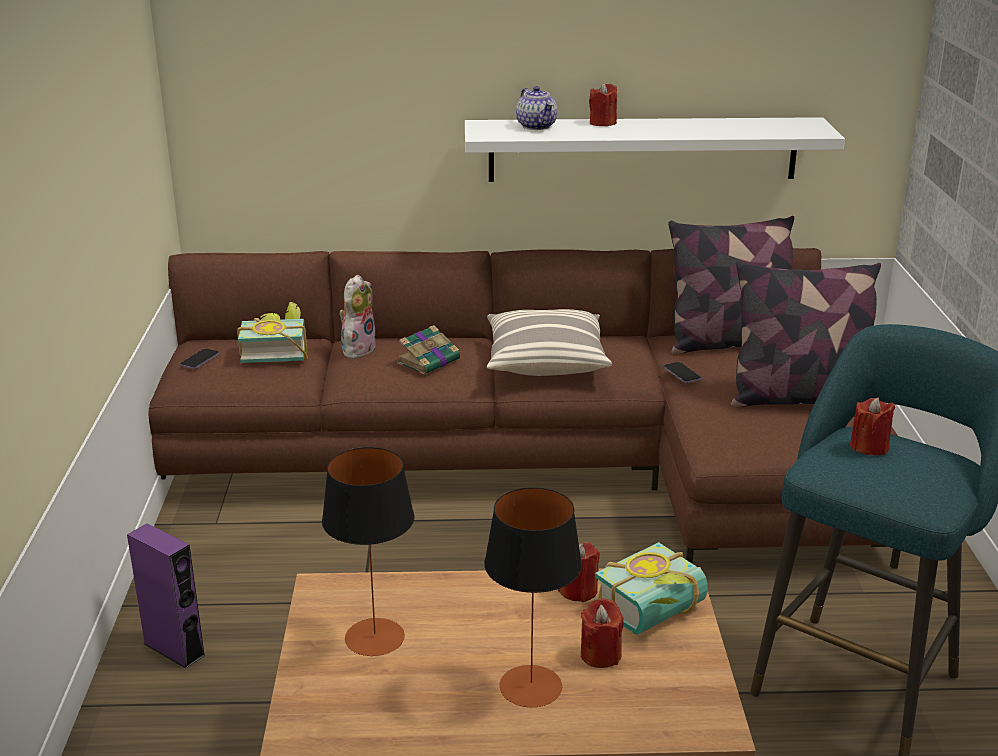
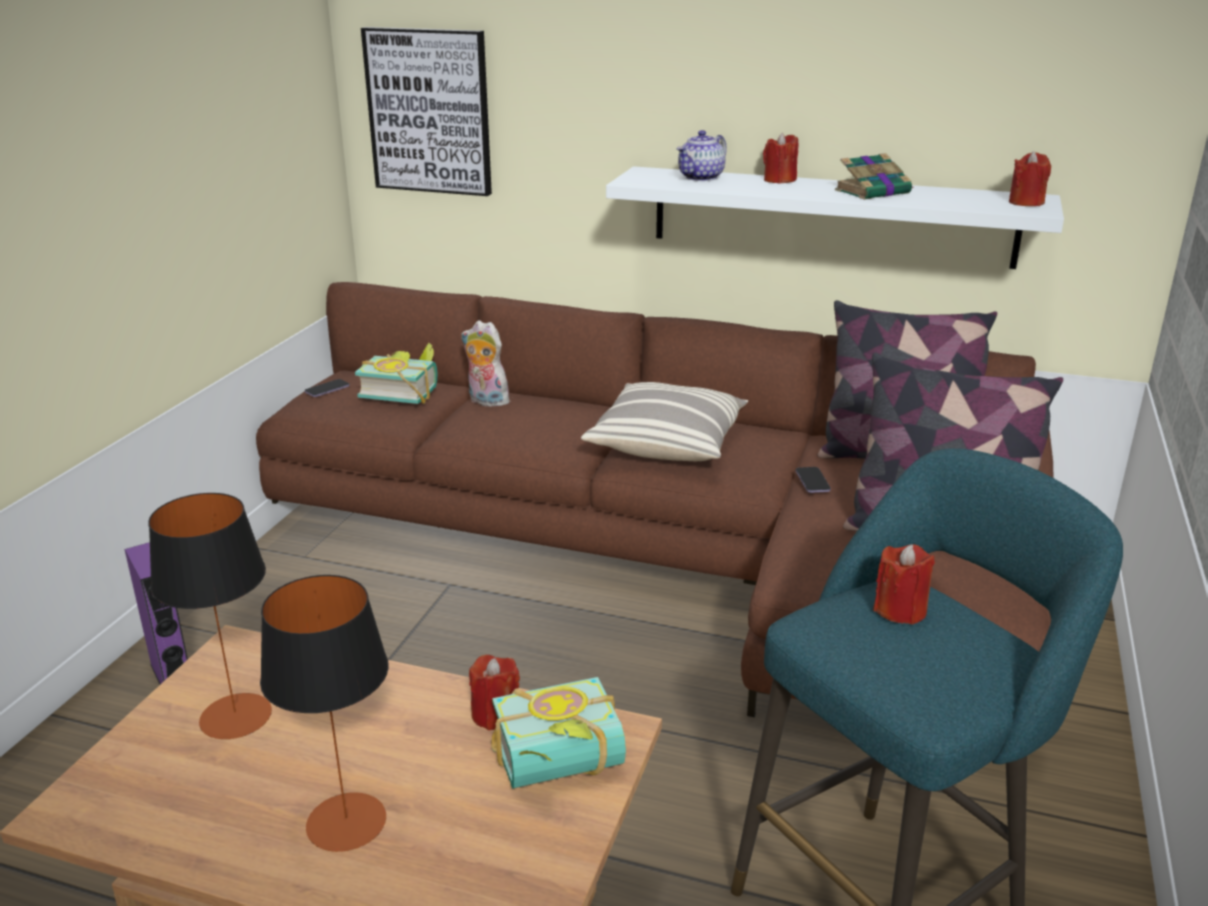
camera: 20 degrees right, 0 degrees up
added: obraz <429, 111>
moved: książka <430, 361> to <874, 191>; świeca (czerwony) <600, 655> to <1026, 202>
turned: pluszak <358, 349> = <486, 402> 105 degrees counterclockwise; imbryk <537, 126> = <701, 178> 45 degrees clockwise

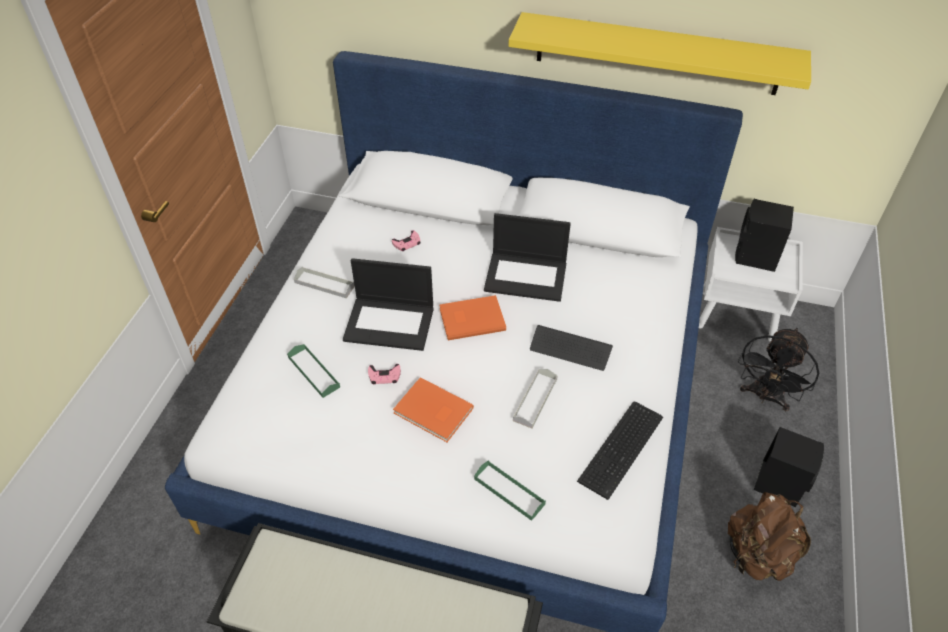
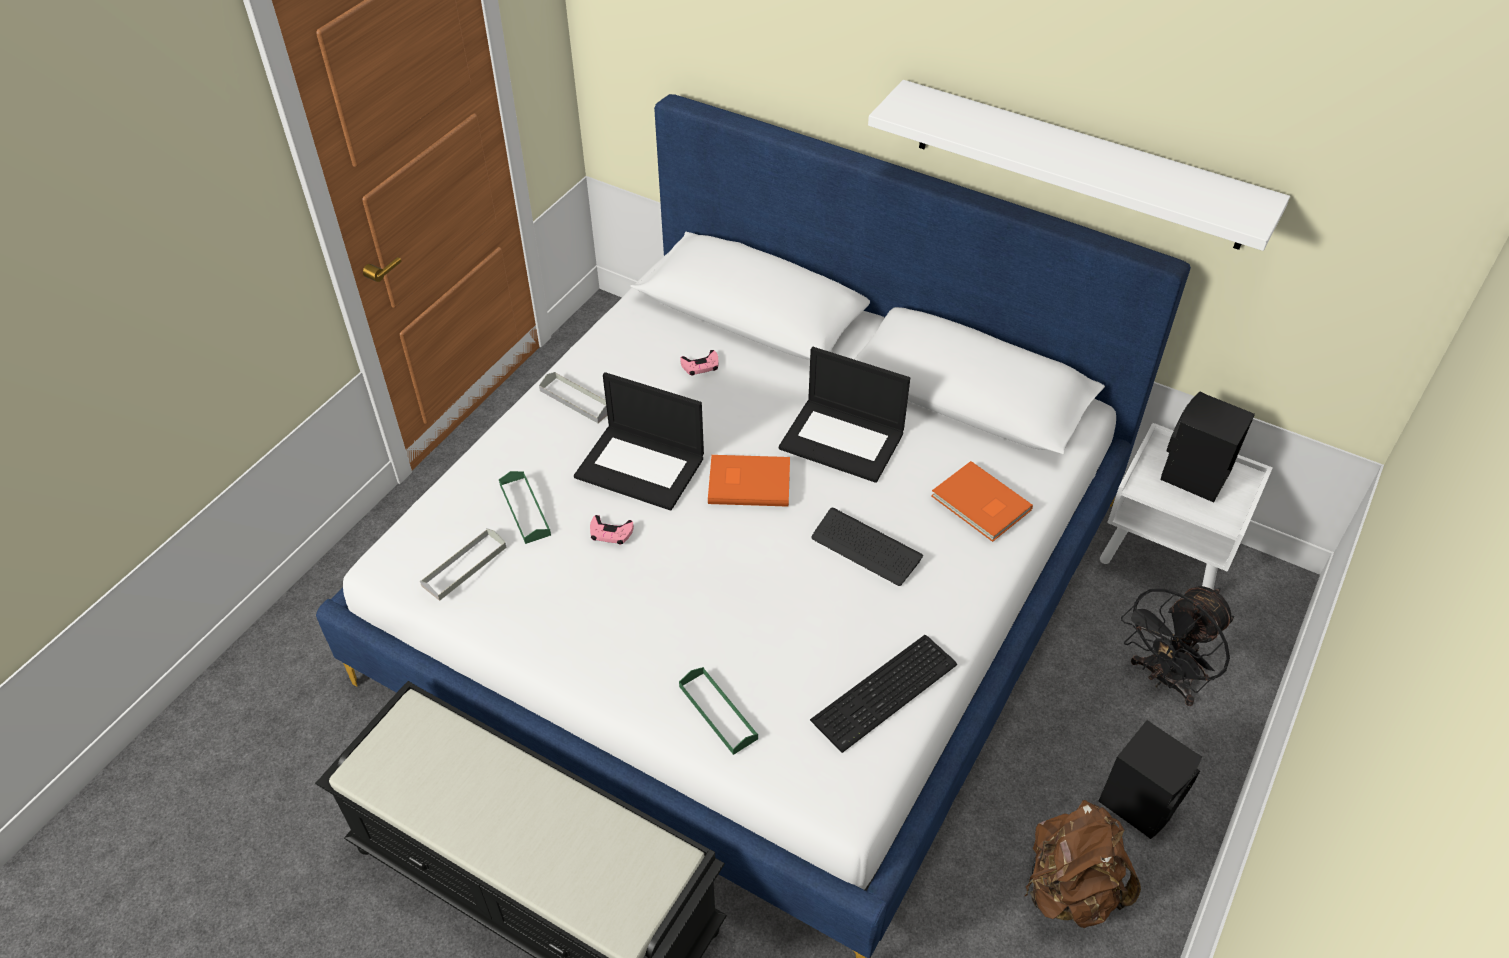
camera: 15 degrees right, 0 degrees up
moved: taca (szary) <535, 399> to <464, 566>; książka (pomarańczowy) <433, 412> to <980, 505>
recoloured: półka (żółty) <657, 54> to półka (biały) <1079, 165>

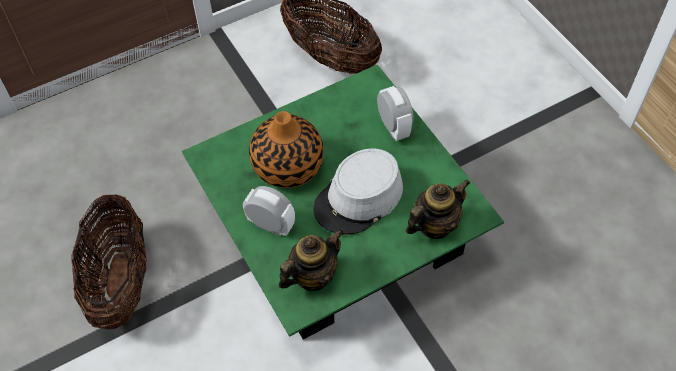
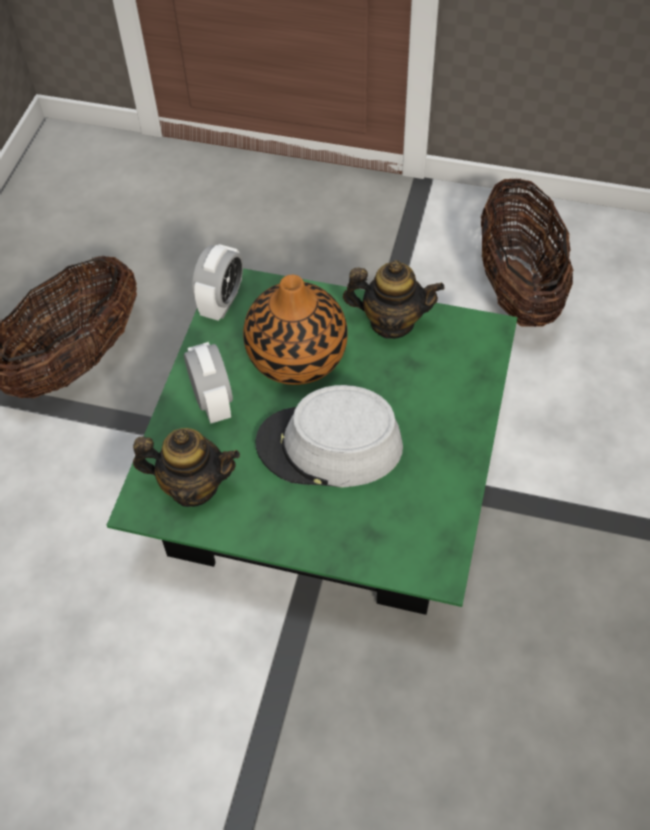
camera: 45 degrees right, 0 degrees up
moved: budzik <393, 127> to <222, 302>; imbryk <434, 225> to <391, 322>

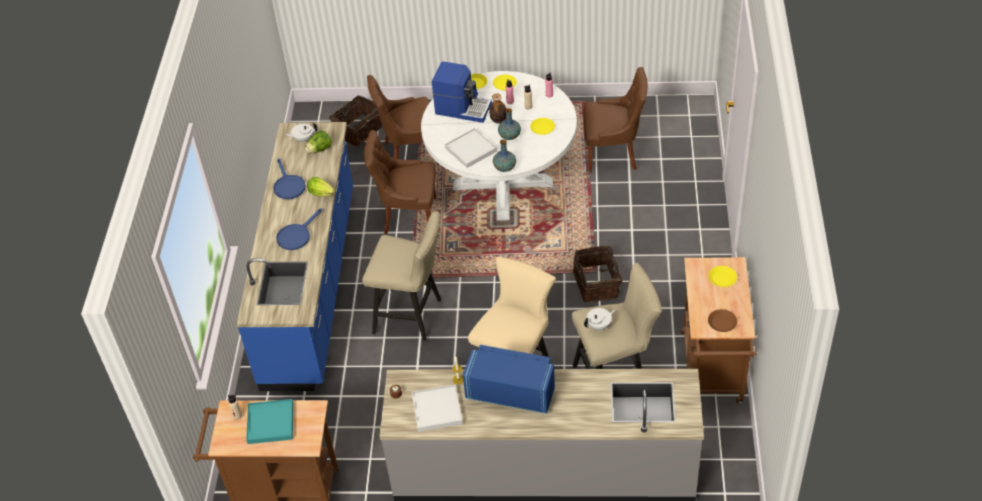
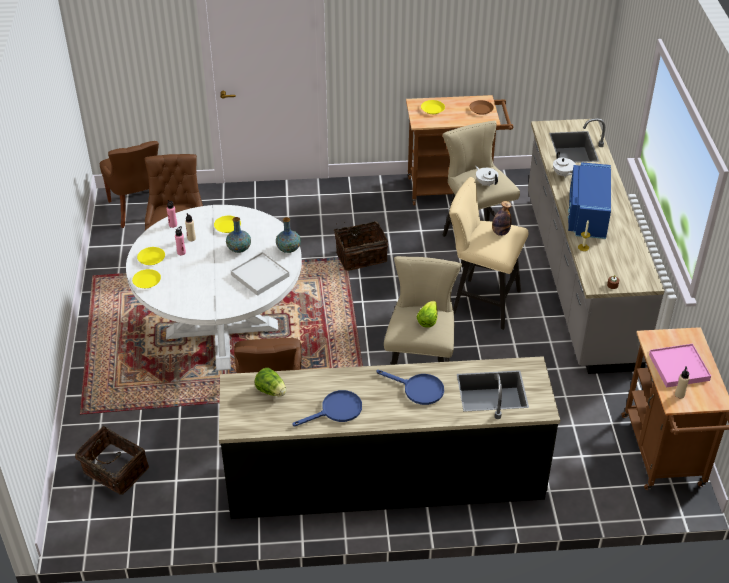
camera: 100 degrees left, 5 degrees down
removed: taca (biały) <437, 409>; ekspres do kawy <463, 108>
moved: krzesło (brązowy) <410, 153> to <139, 209>; sałata <321, 193> to <427, 321>; butelka <498, 120> to <500, 232>; imbryk (biały) <303, 139> to <562, 174>
recoloured: zabudowa kuchenna (niebieski) <311, 285> to zabudowa kuchenna (czarny) <385, 477>; taca (turkusowy) <270, 423> to taca (różowy) <679, 367>

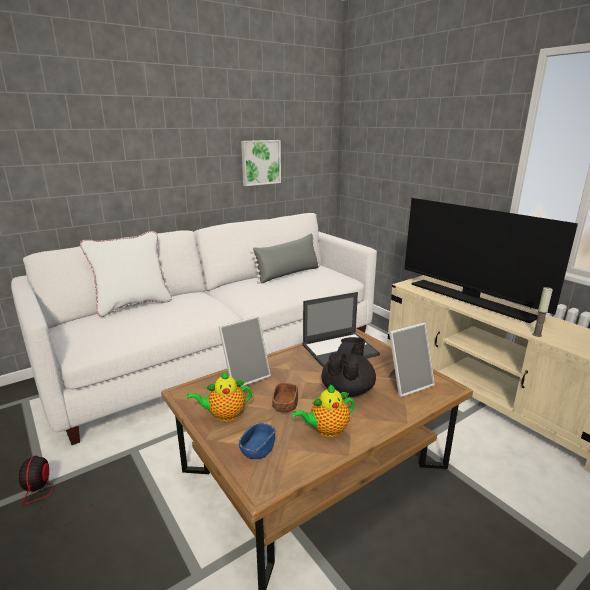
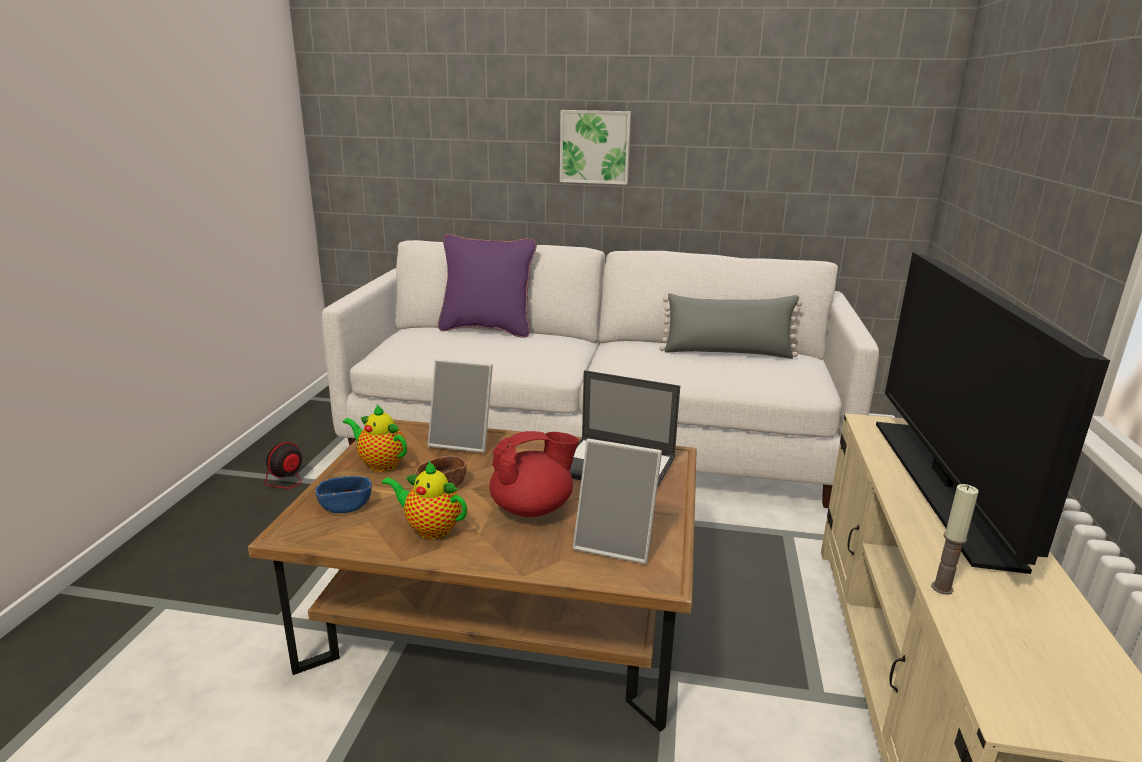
camera: 45 degrees right, 0 degrees up
moved: obraz <260, 162> to <595, 147>
recoloured: poduszka (biały) <133, 305> to poduszka (fioletowy) <487, 329>; imbryk (czarny) <347, 390> to imbryk (czerwony) <533, 508>

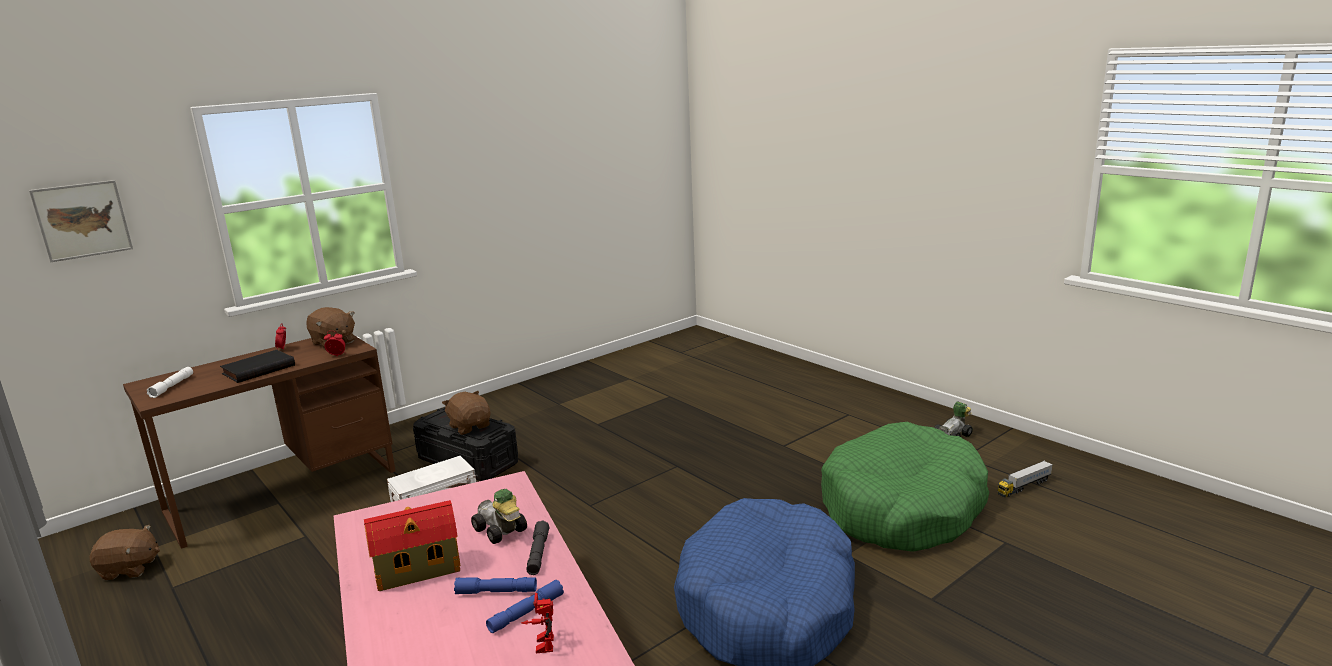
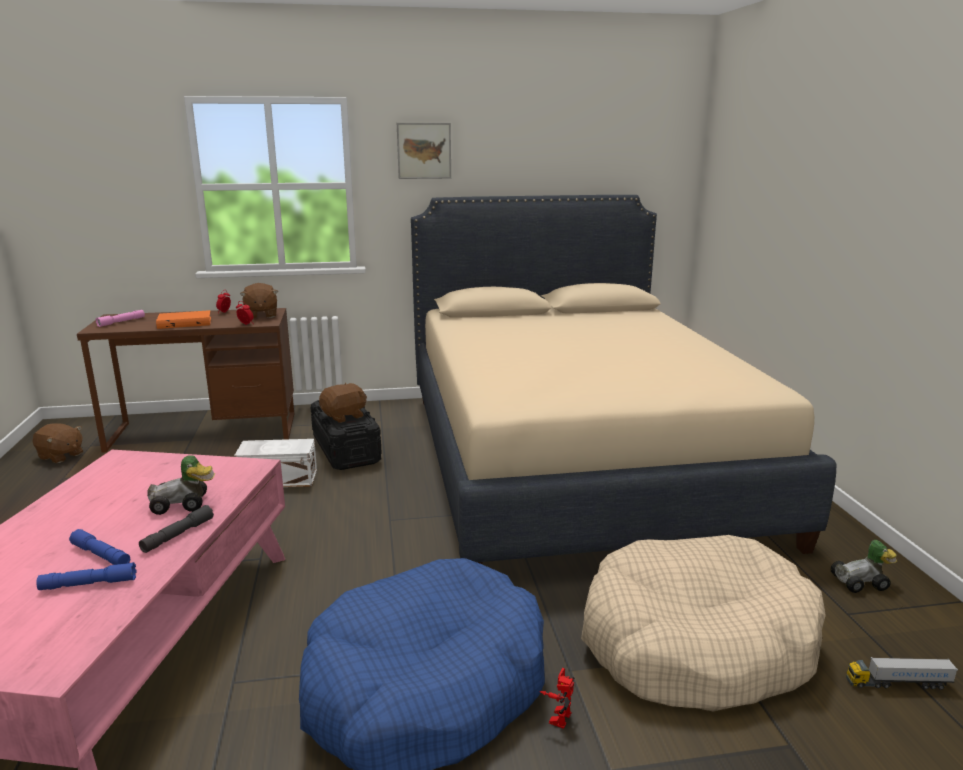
camera: 30 degrees right, 0 degrees up
removed: domek <416, 571>
added: łóżko (beżowy) <575, 460>
moved: obraz <82, 220> to <424, 151>; robot zabawkowy <541, 643> to <557, 715>
recoloured: latarka (biały) <172, 386> to latarka (różowy) <121, 322>; książka (czarny) <258, 369> to książka (pomarańczowy) <185, 322>; legowisko (zielony) <901, 508> to legowisko (beżowy) <696, 643>
turned: samochodzik <500, 532> = <183, 505> 90 degrees counterclockwise; pluszak (brązowy) <470, 426> = <344, 416> 60 degrees clockwise

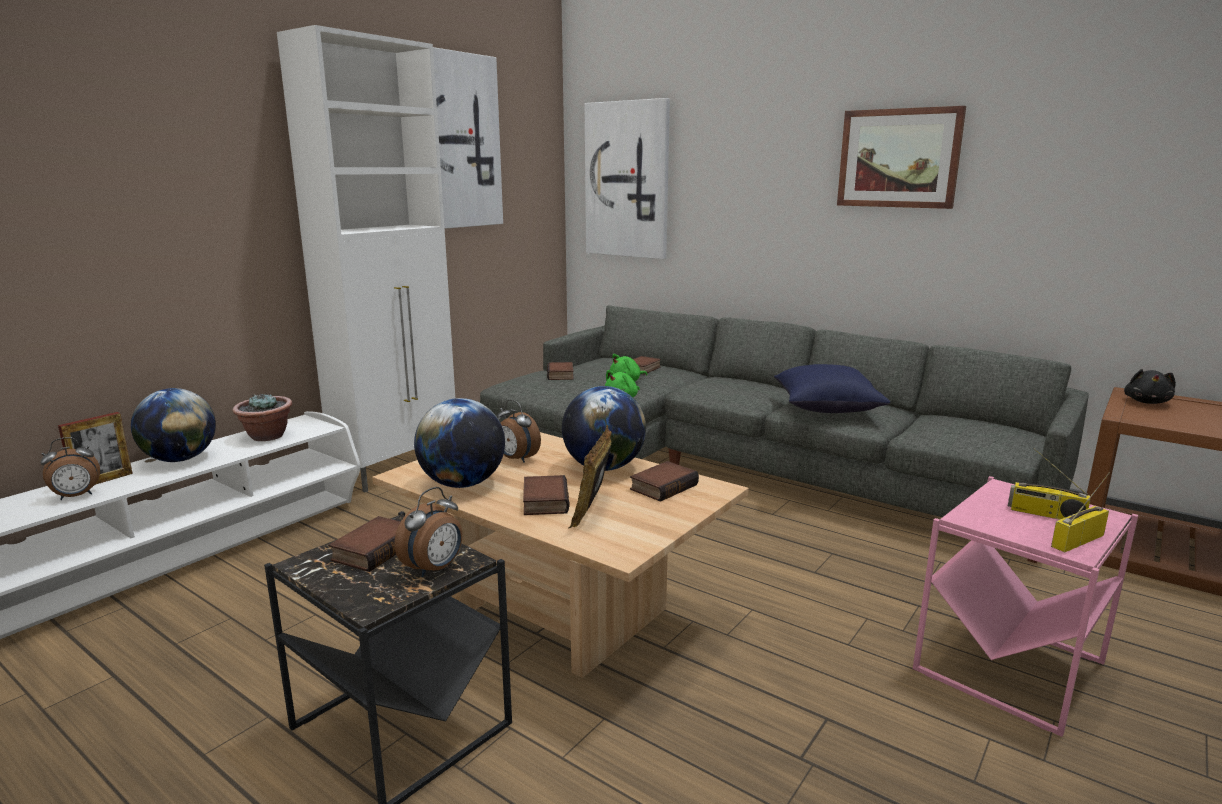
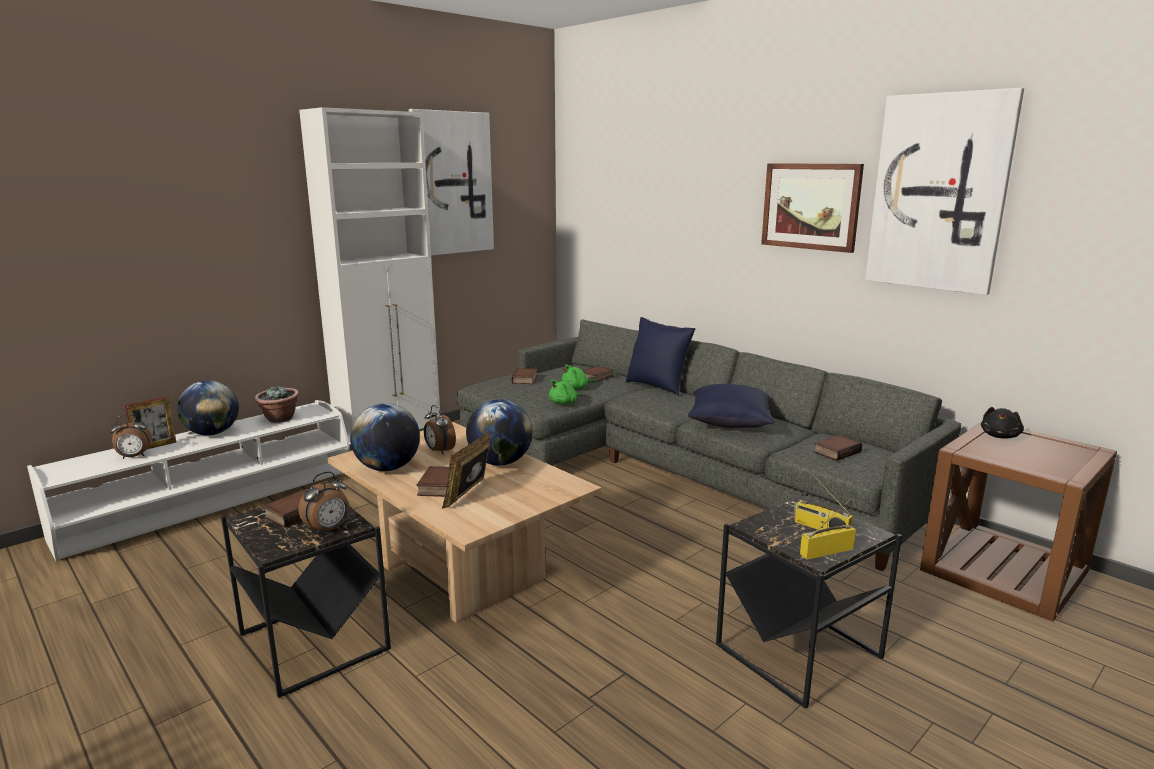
camera: 10 degrees right, 0 degrees up
added: poduszka (niebieski) <657, 386>
moved: książka <663, 486> to <836, 451>; obraz <627, 180> to <939, 193>
recoloured: stolik (różowy) <1010, 667> to stolik (czarny) <800, 652>

